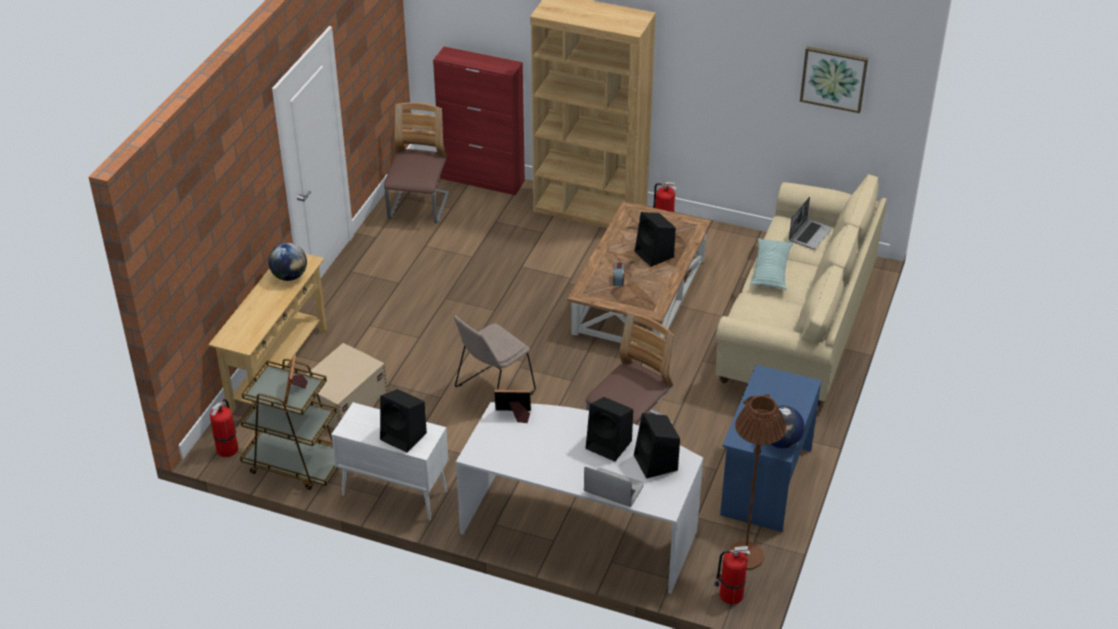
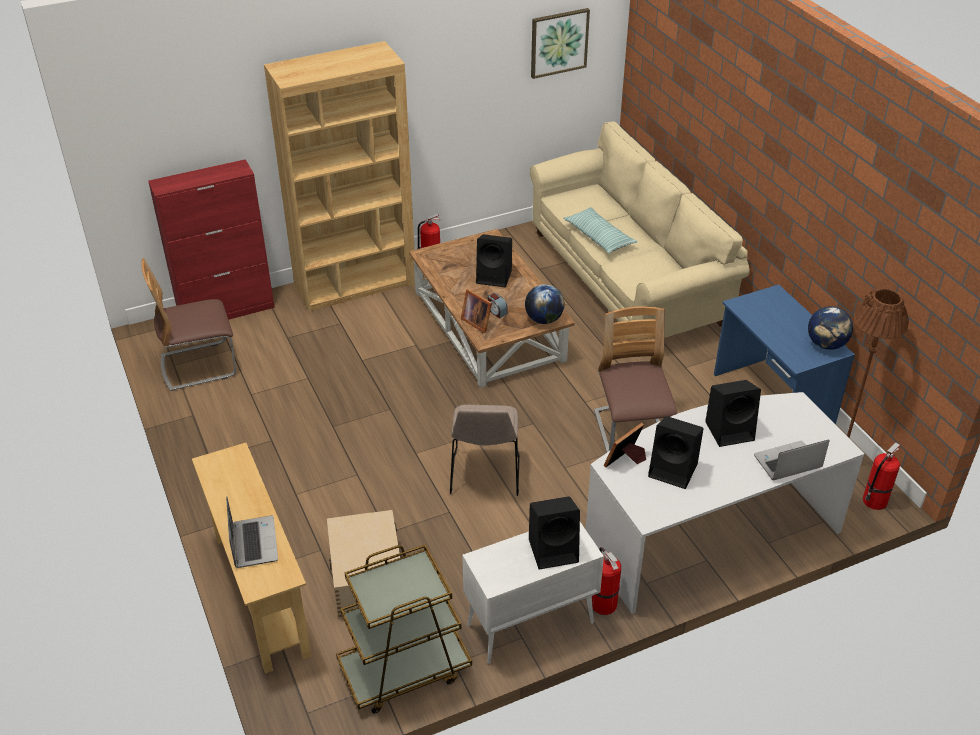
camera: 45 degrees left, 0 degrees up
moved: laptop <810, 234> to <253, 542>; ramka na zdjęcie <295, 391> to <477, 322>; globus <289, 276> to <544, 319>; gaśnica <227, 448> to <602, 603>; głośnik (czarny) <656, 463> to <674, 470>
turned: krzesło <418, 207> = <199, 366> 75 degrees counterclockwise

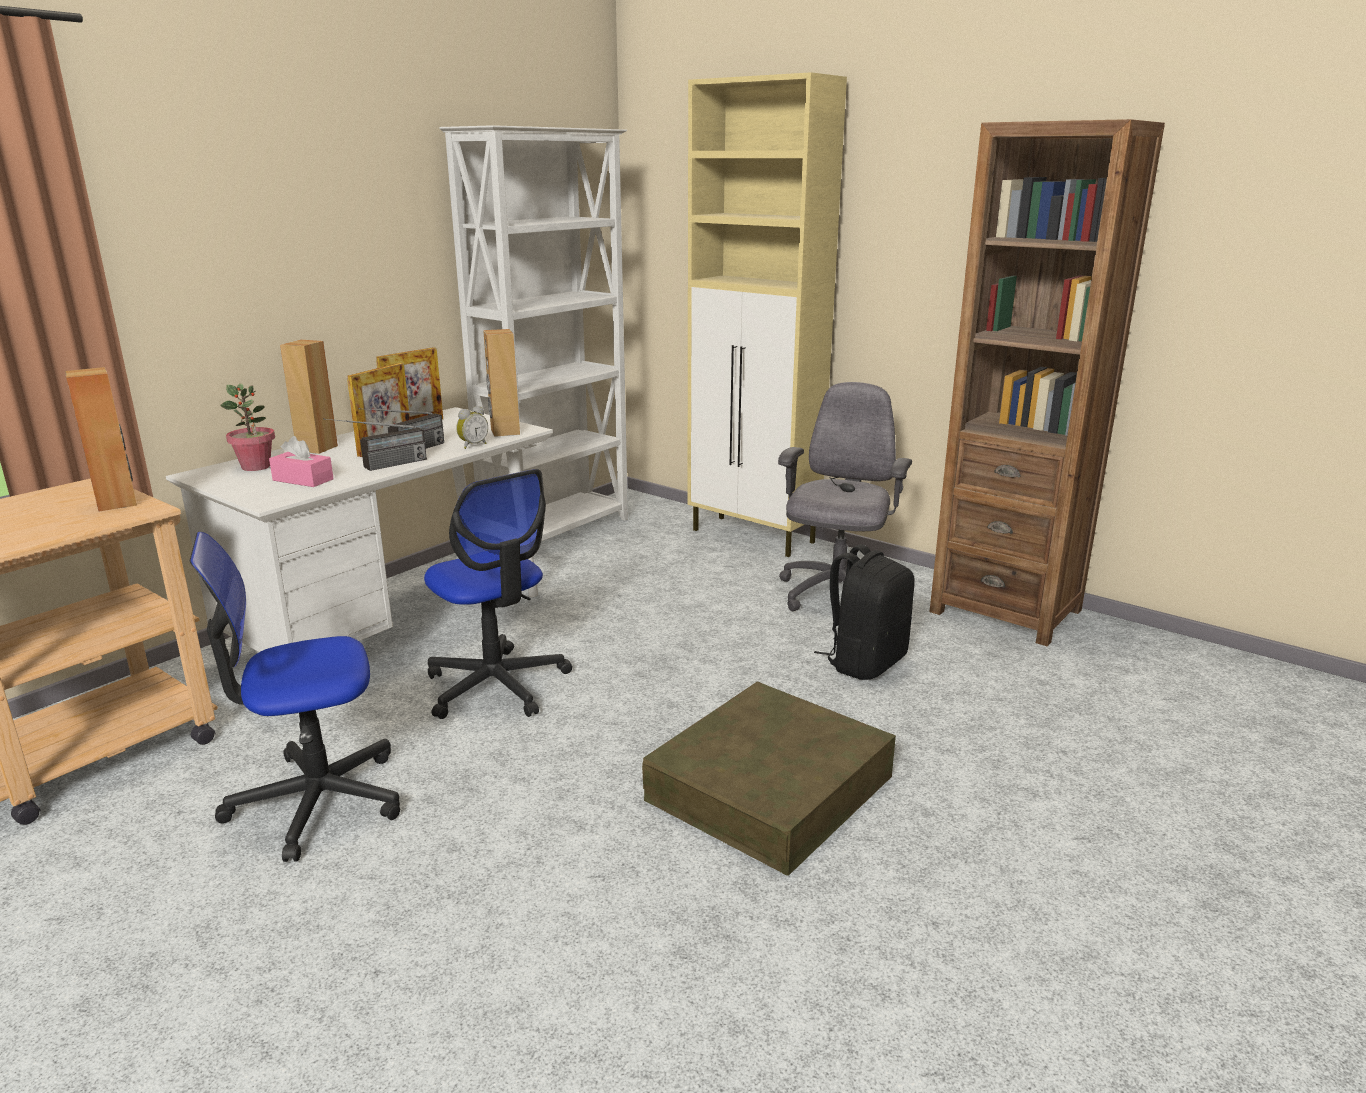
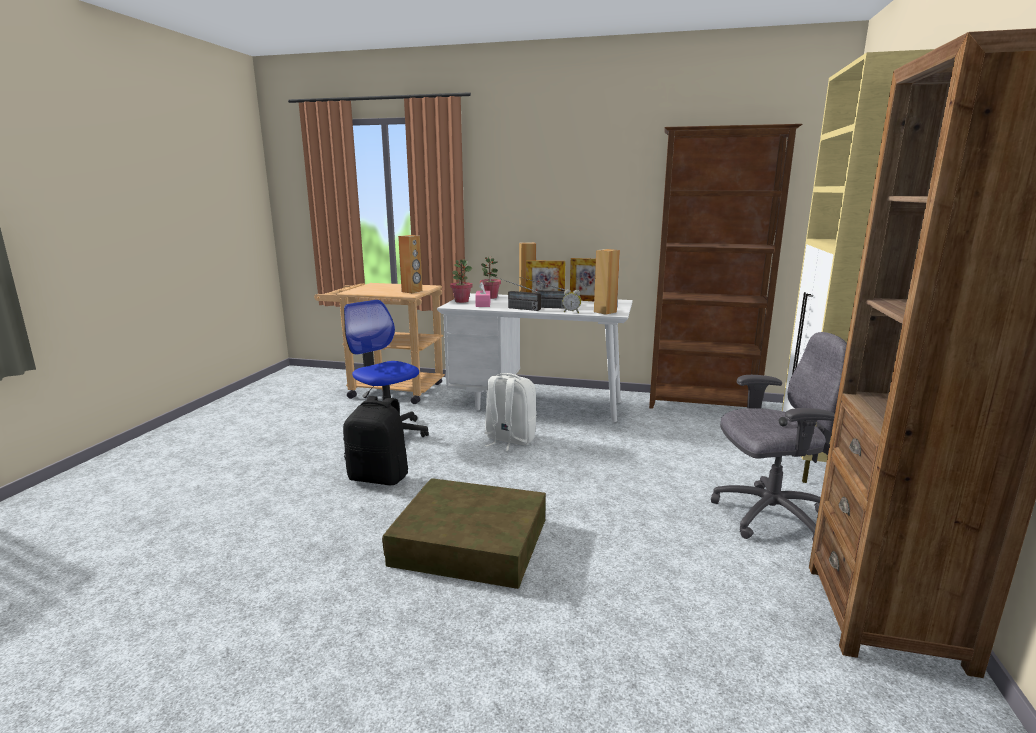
camera: 65 degrees right, 5 degrees down
added: roślina doniczkowa <461, 301>
moved: plecak (czarny) <865, 662> to <380, 477>
replaced: krzesło biurowe <496, 685> to plecak (biały) <509, 440>
recoloured: regał (biały) <559, 532> to regał (brązowy) <702, 405>

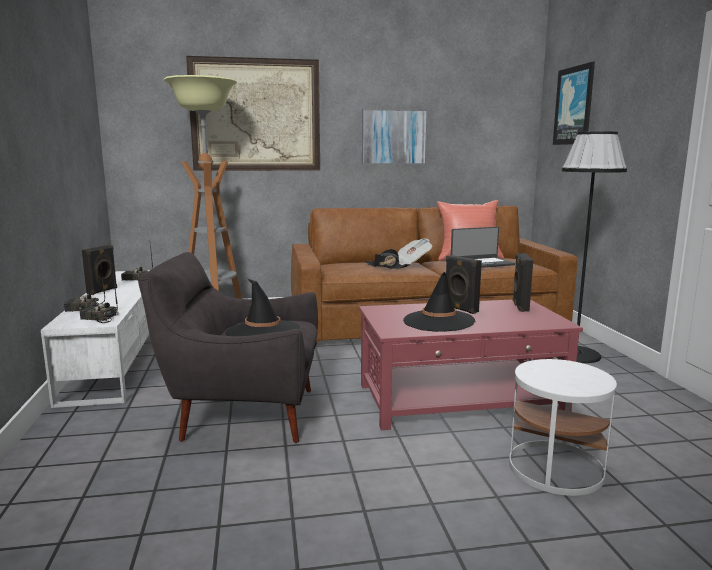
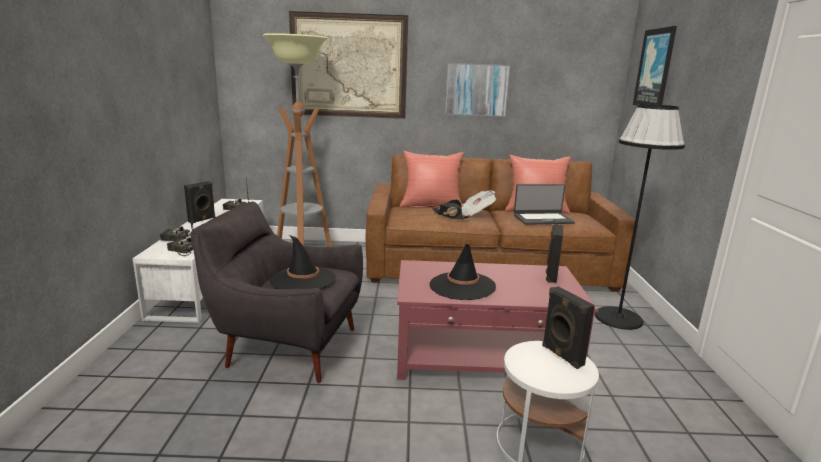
camera: 10 degrees right, 5 degrees up
added: poduszka (czerwony) <431, 206>
moved: głośnik (czarny) <460, 309> to <561, 355>

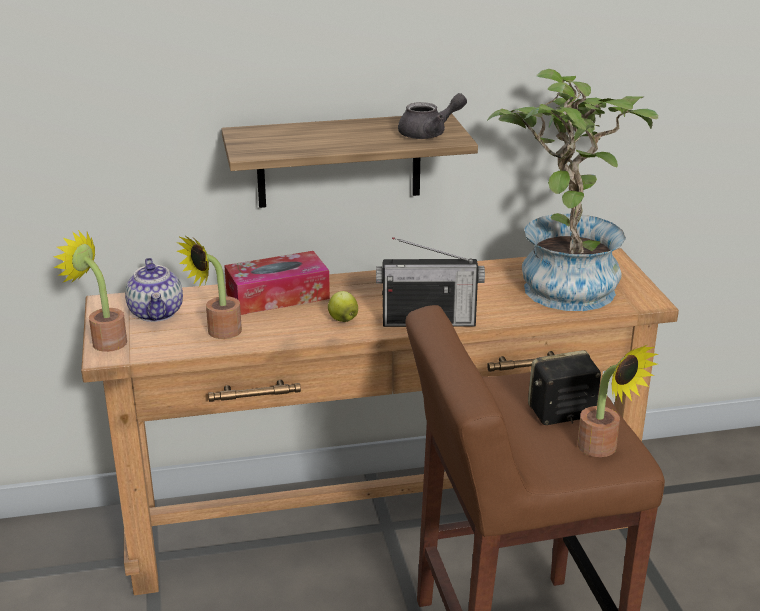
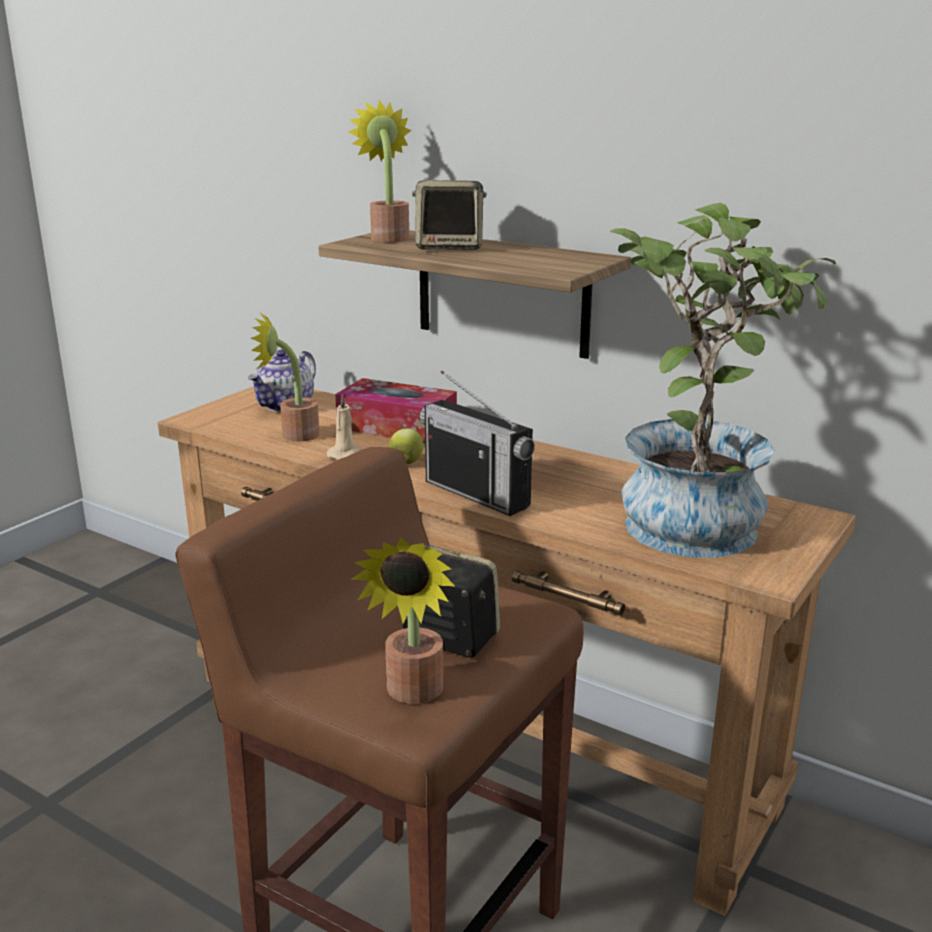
camera: 45 degrees right, 5 degrees down
removed: imbryk (szary) <429, 134>
added: świeca (beżowy) <346, 455>; głośnik <449, 247>
moved: roślina doniczkowa <104, 341> to <388, 237>

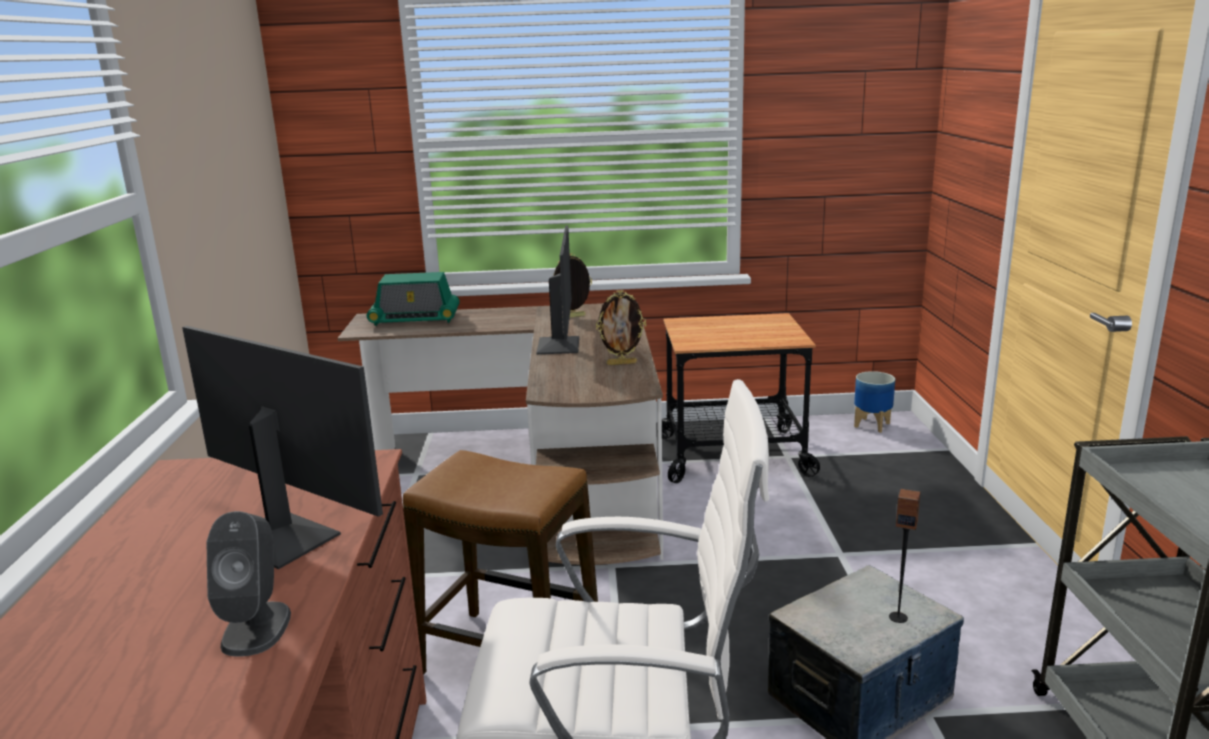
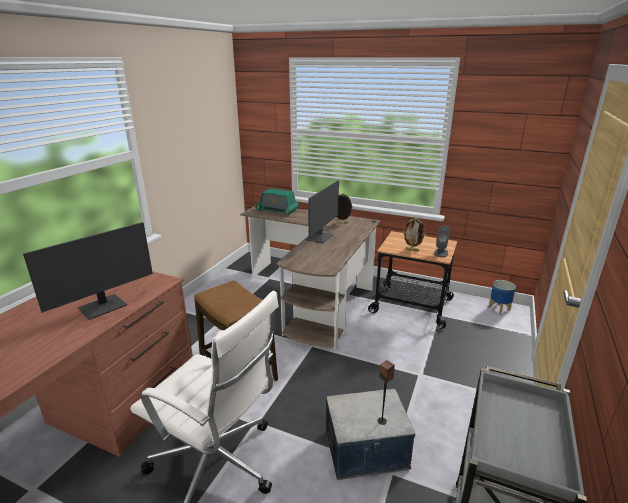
camera: 25 degrees right, 5 degrees up
moved: ramka na zdjęcie <621, 363> to <412, 250>; głośnik (szary) <256, 628> to <441, 253>
turned: monitor <282, 537> = <103, 307> 75 degrees clockwise

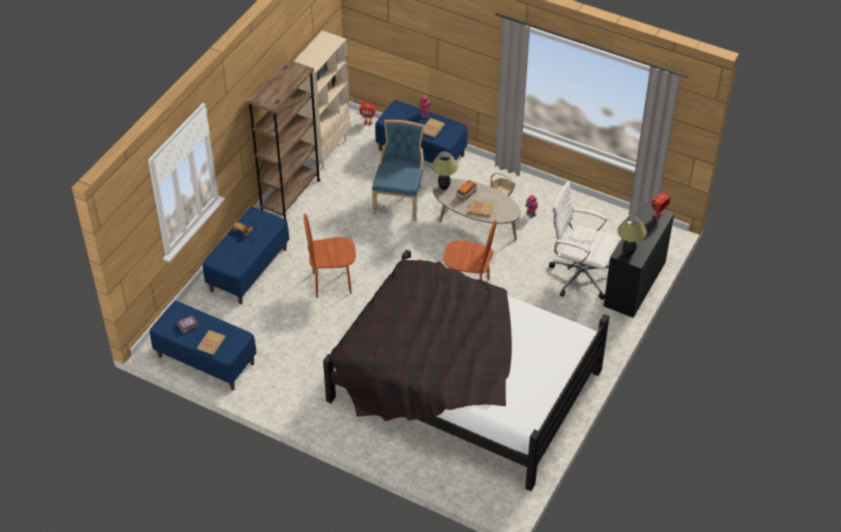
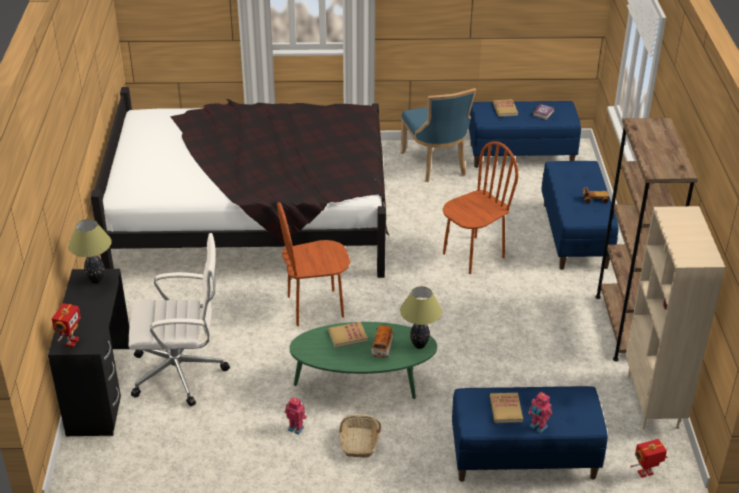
camera: 150 degrees right, 10 degrees down
moved: krzesło (niebieski) <400, 199> to <436, 164>
recoloured: ława (beżowy) <475, 224> to ława (zielony) <363, 384>

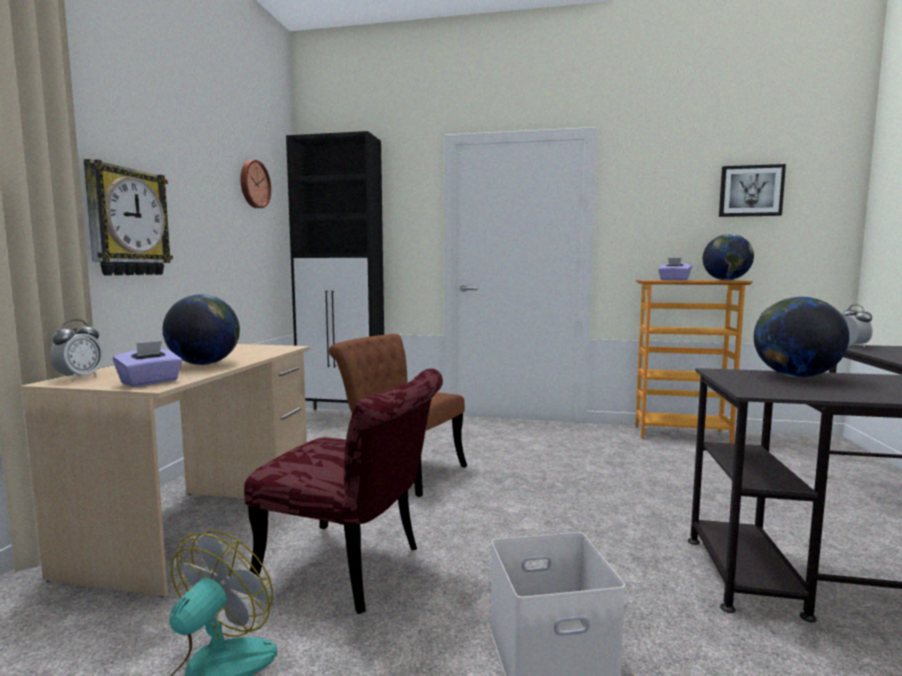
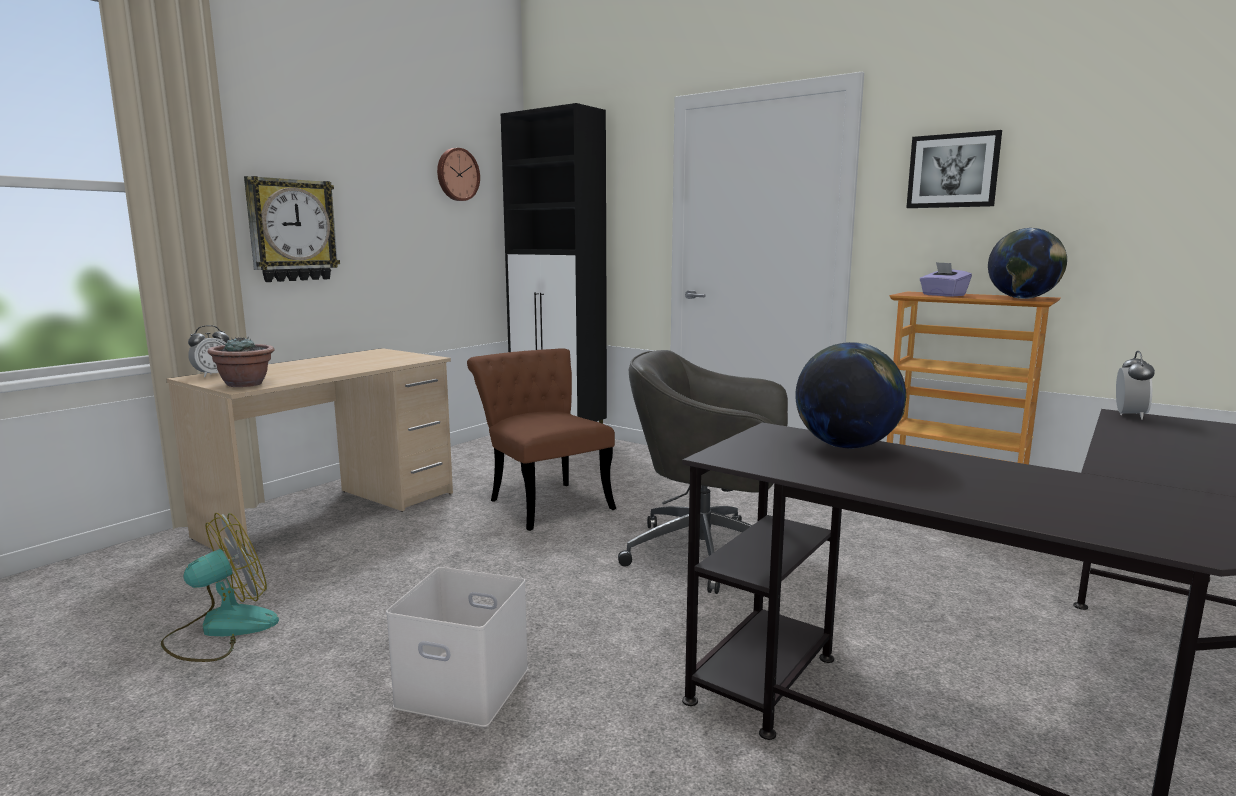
camera: 25 degrees right, 5 degrees up
removed: globus <204, 364>; krzesło (czerwony) <355, 569>
added: krzesło biurowe (szary) <709, 554>
moved: obraz <750, 191> to <953, 171>
replaced: pudełko chusteczek (fioletowy) <150, 382> to roślina doniczkowa <245, 384>

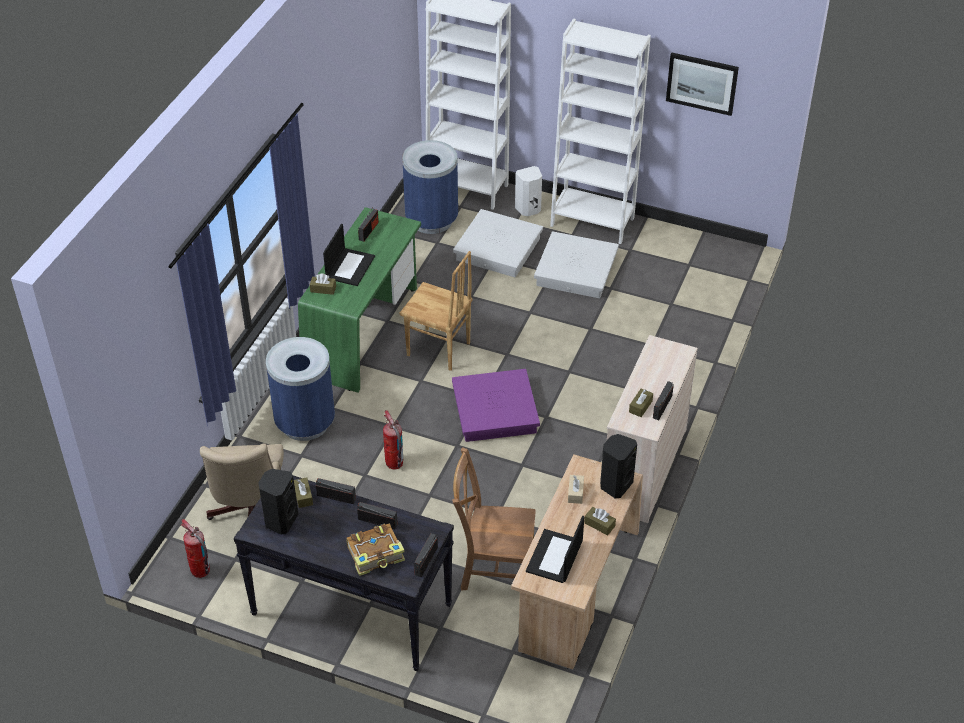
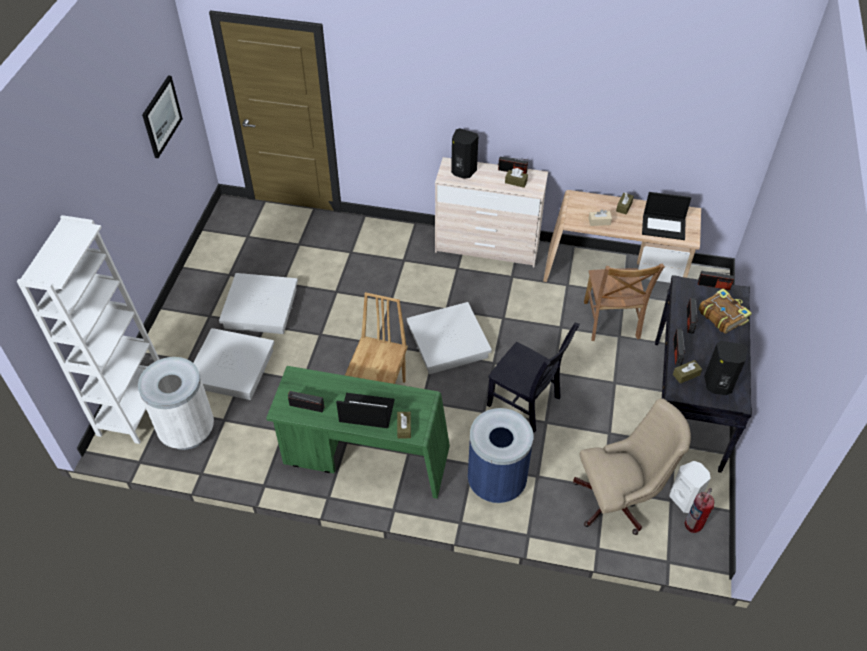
camera: 100 degrees left, 5 degrees up
removed: regał (biały) <592, 222>
moved: głośnik (czarny) <615, 485> to <463, 171>; głośnik (biały) <528, 209> to <685, 499>
replaced: gaśnica <394, 463> to krzesło (czarny) <526, 403>
recoloured: kosz na śmieci (niebieski) <432, 220> to kosz na śmieci (biały) <187, 430>; pojemnik do przechowywania (fioletowy) <495, 411> to pojemnik do przechowywania (biały) <448, 342>

